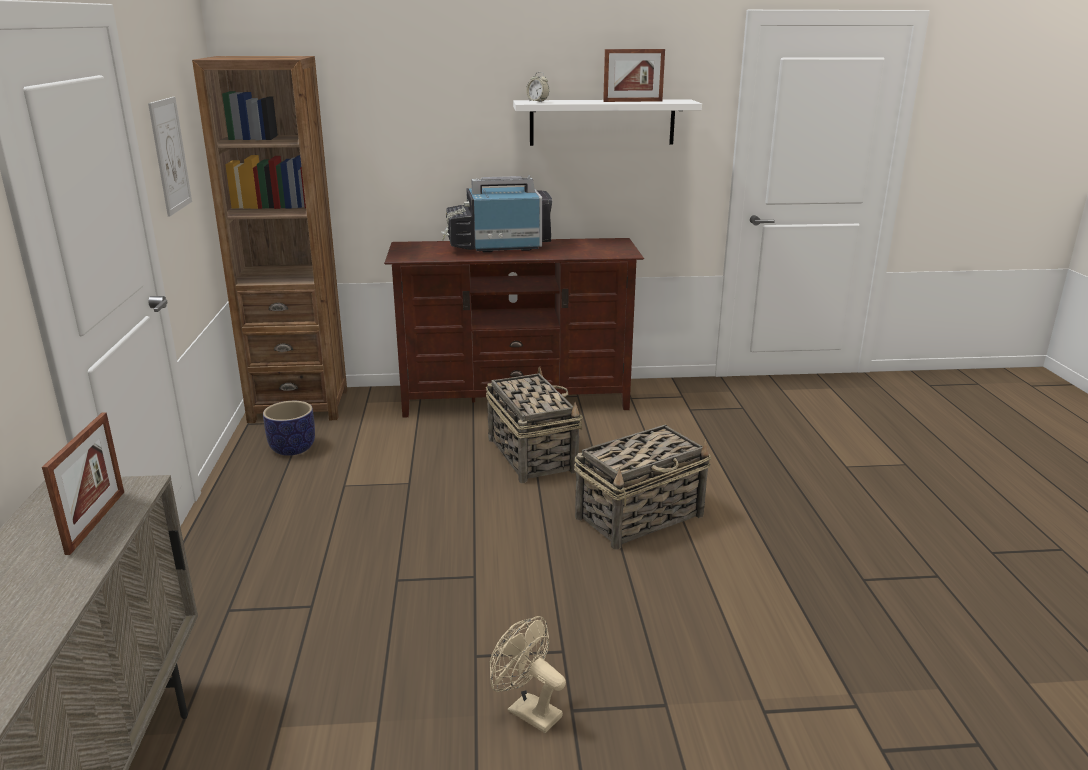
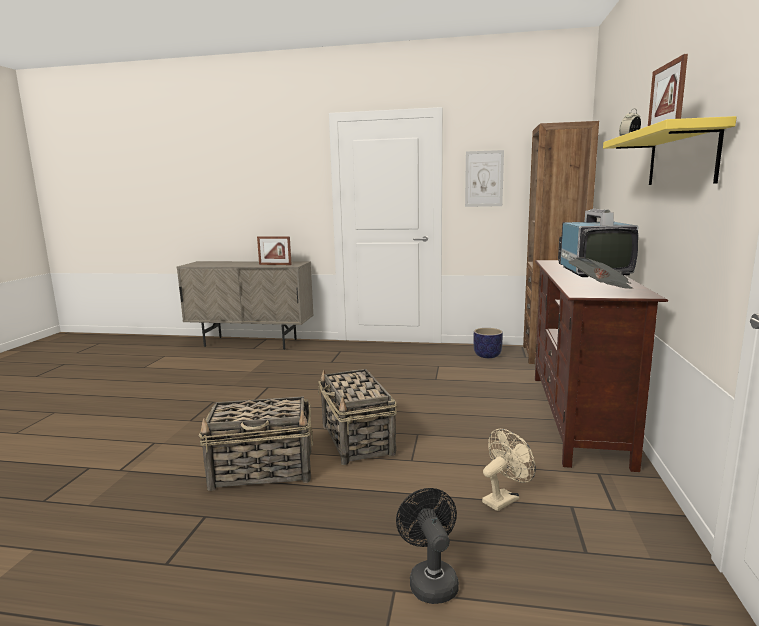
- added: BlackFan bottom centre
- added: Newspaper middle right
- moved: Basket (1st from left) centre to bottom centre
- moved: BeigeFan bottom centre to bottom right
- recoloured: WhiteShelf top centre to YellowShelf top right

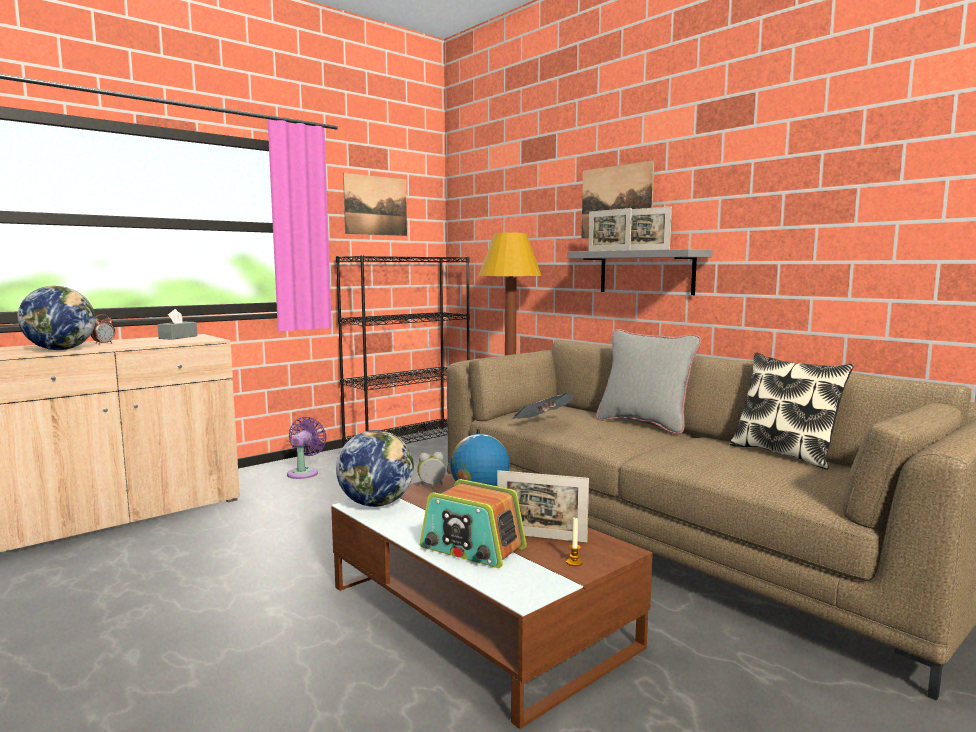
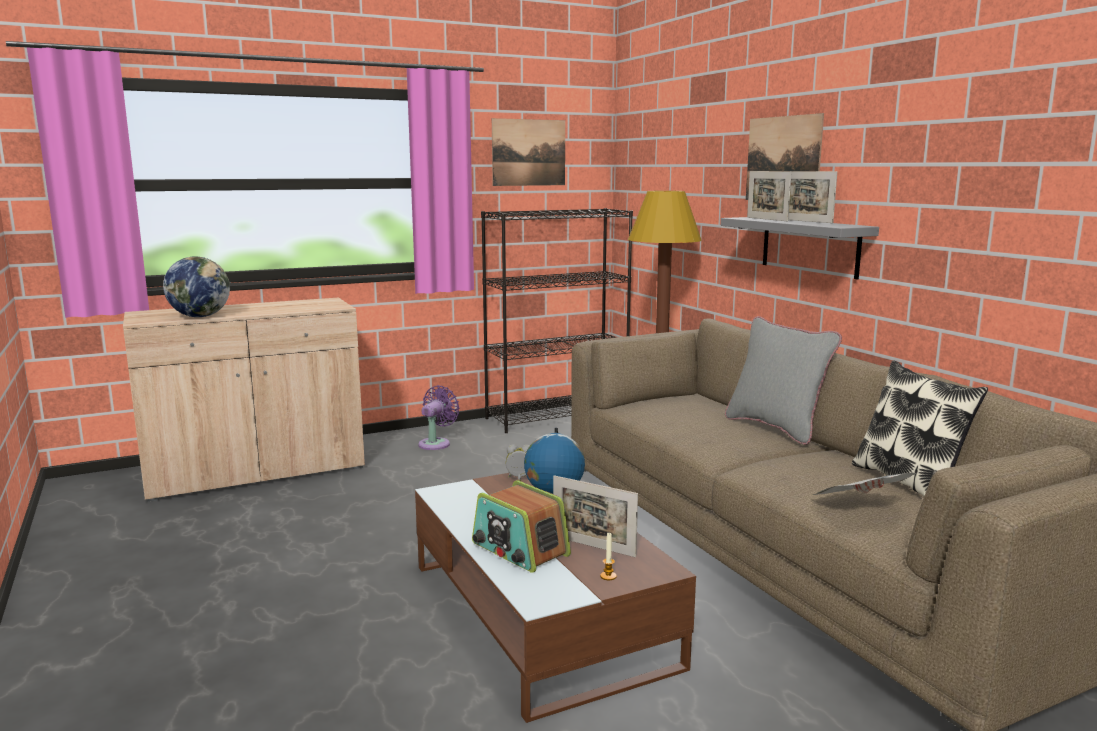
- removed: AlarmClock (1st from left) middle left
- removed: GreyTissueBox middle left
- removed: Globe (2nd from left) centre
- moved: Newspaper centre to middle right

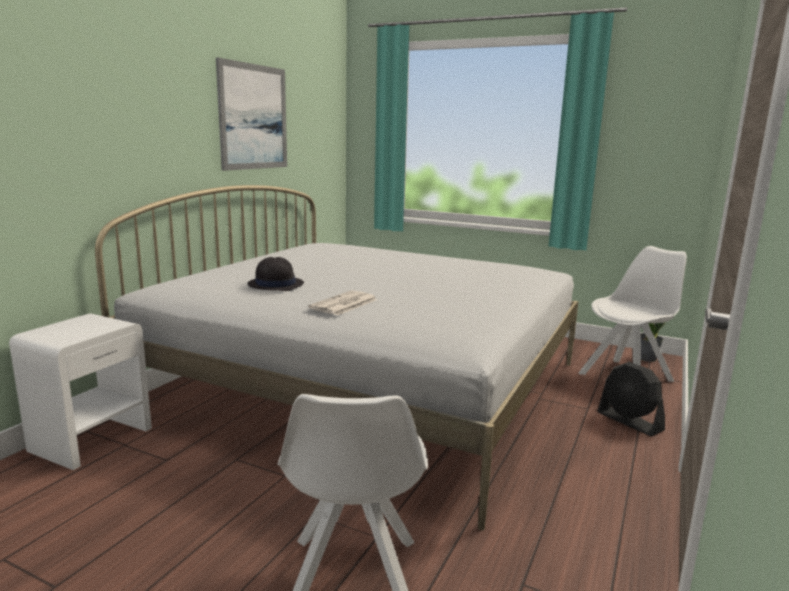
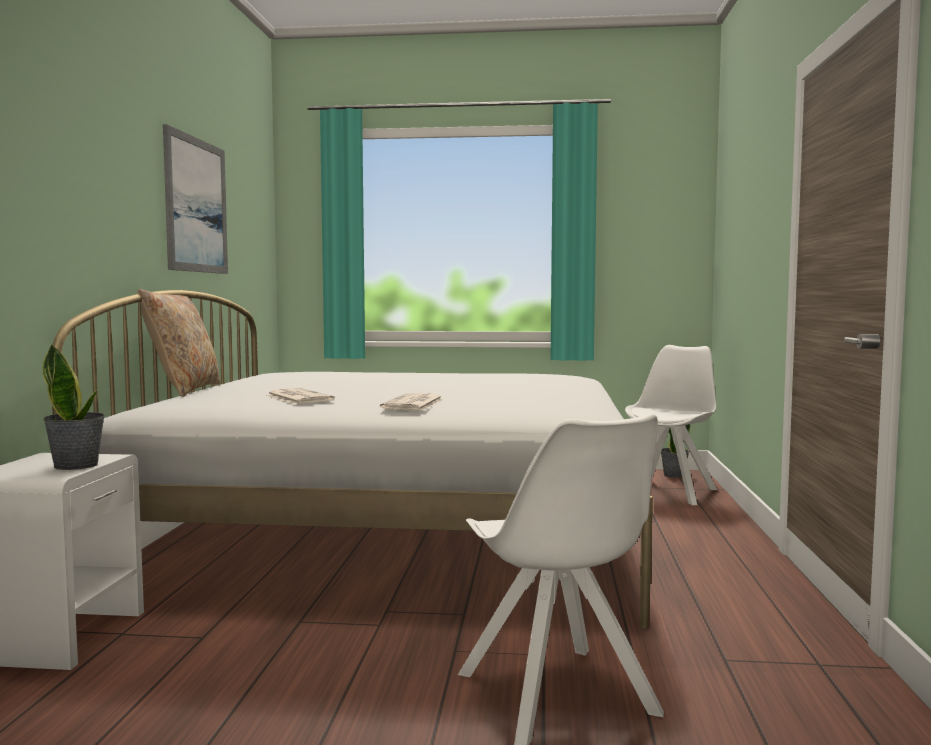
- removed: BlackFan bottom right
- added: PottedPlant (1st from left) middle left
- added: BeigePillow middle left
- replaced: BlackHat centre to Newspaper (1st from left) middle left

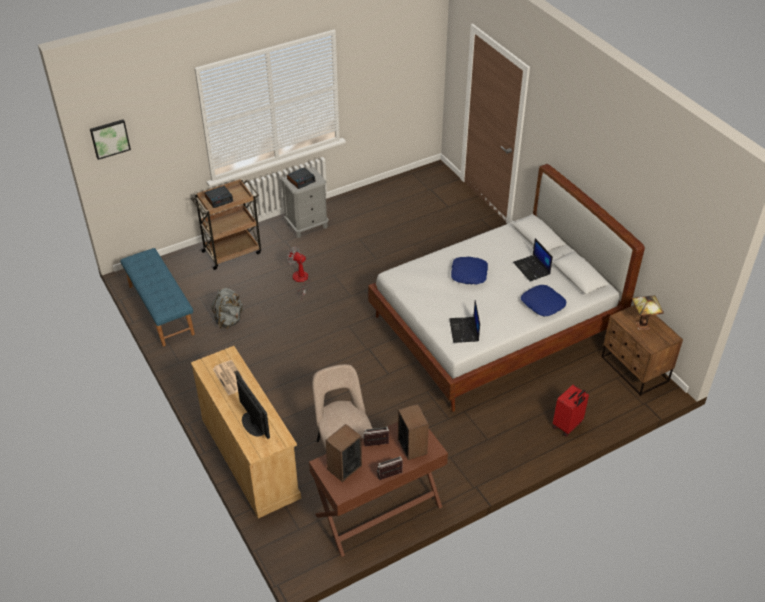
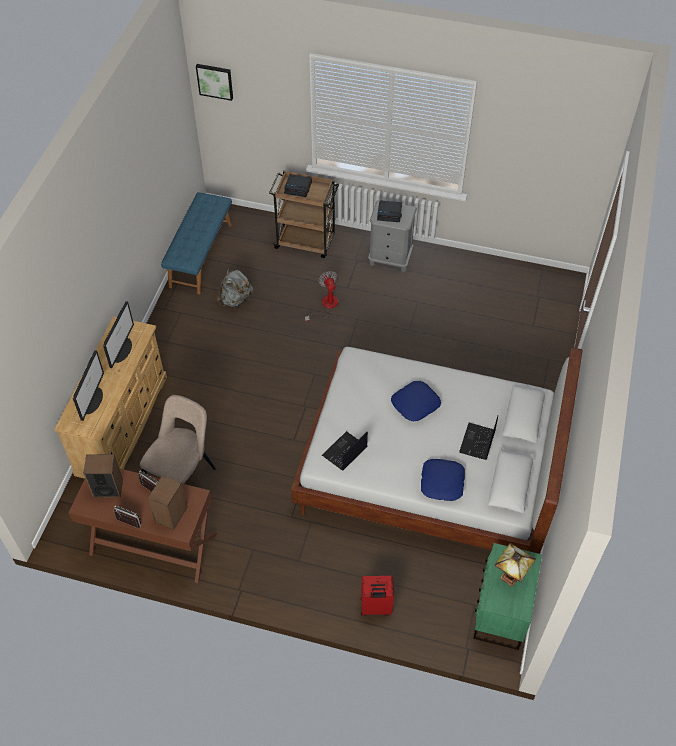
- replaced: Newspaper middle left to Monitor (2nd from left) middle left
- recoloured: BrownNightstand middle right to GreenNightstand bottom right

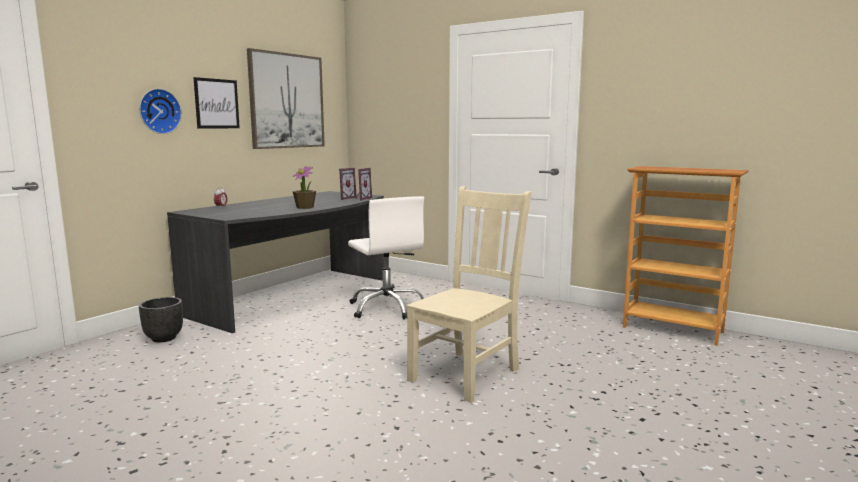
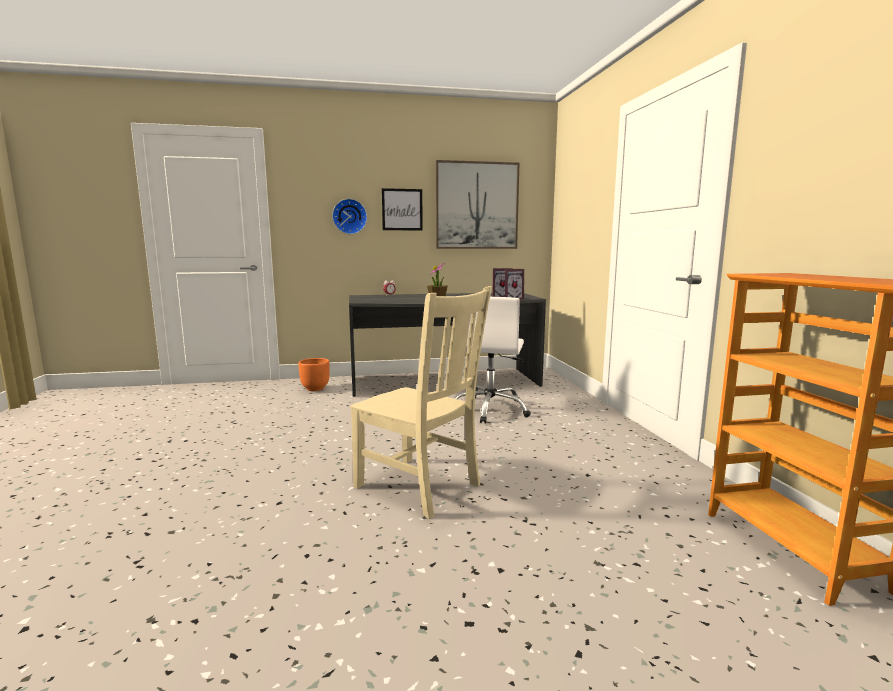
- recoloured: BlackPlanter middle left to OrangePlanter centre
- turned: BeigeChair centre = centre 45 degrees clockwise

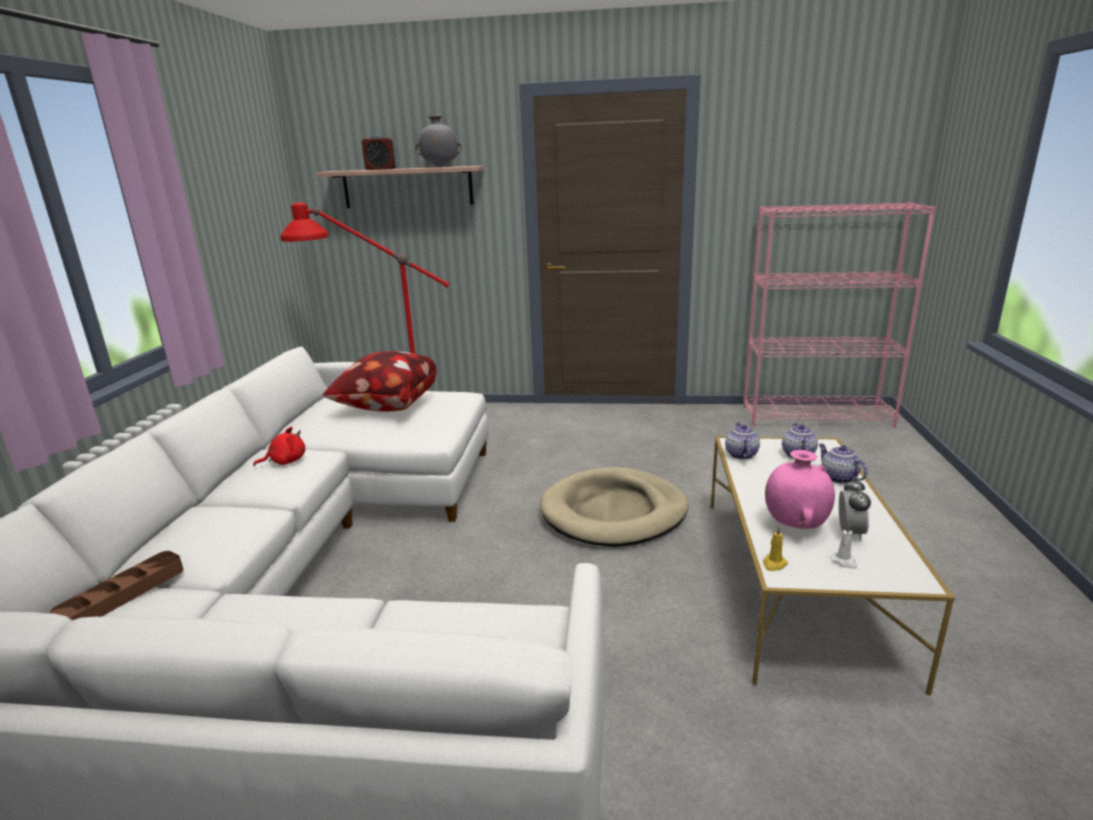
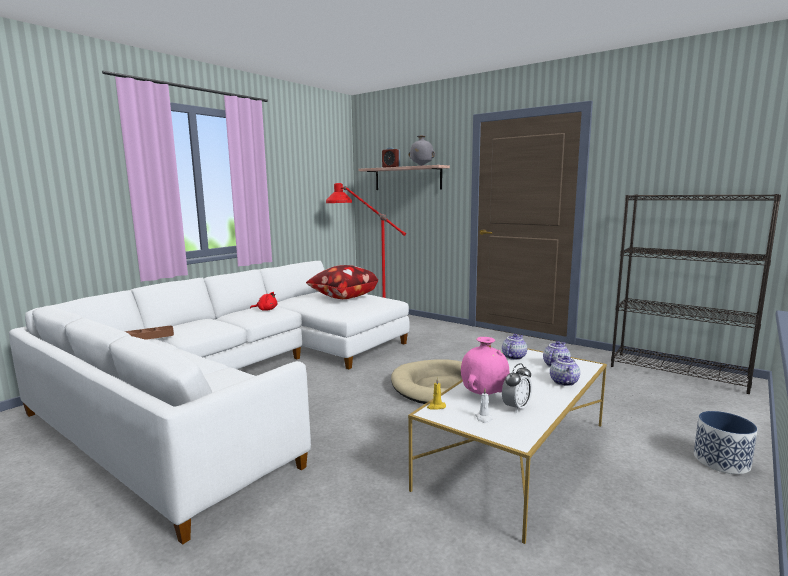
- added: Planter bottom right
- recoloured: PinkBookcase middle right to BlackBookcase middle right

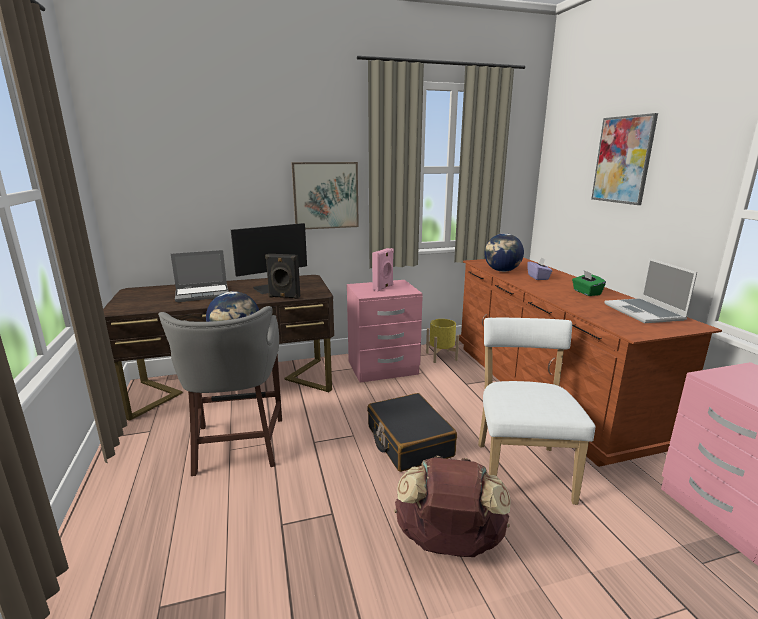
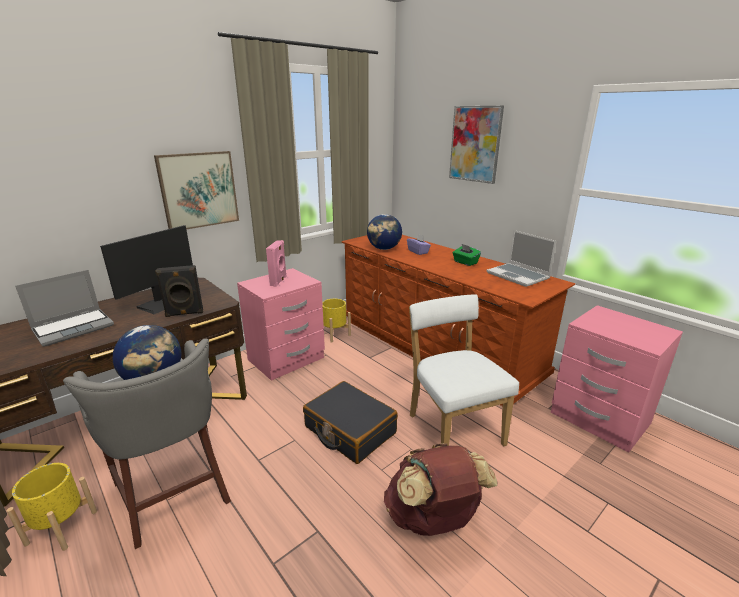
- added: YellowPlanter (1st from left) bottom left

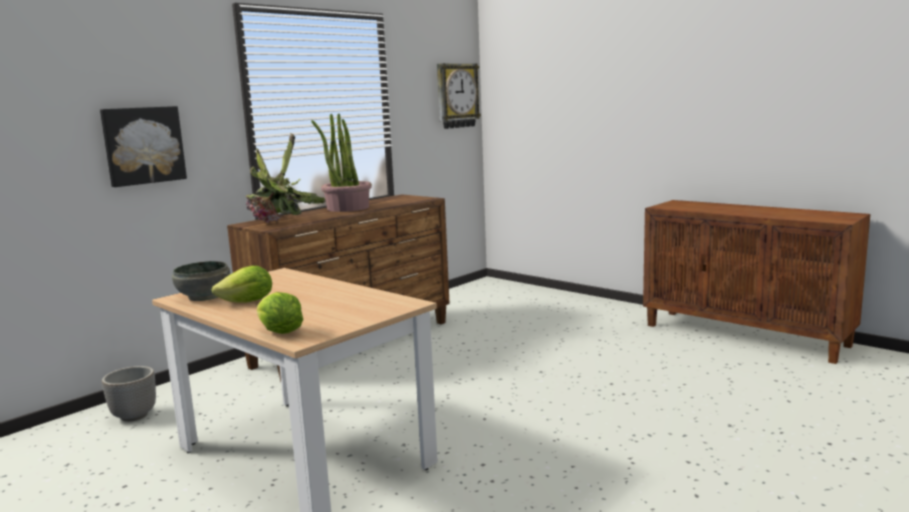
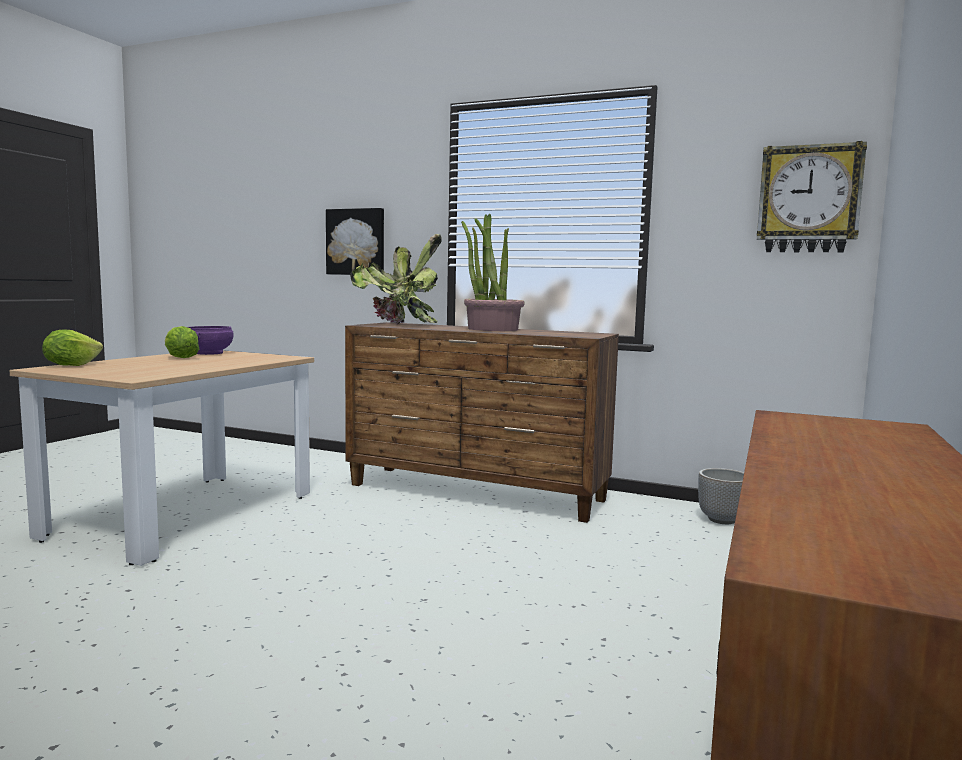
- moved: Planter bottom left to middle right
- recoloured: GreyBowl middle left to PurpleBowl middle left

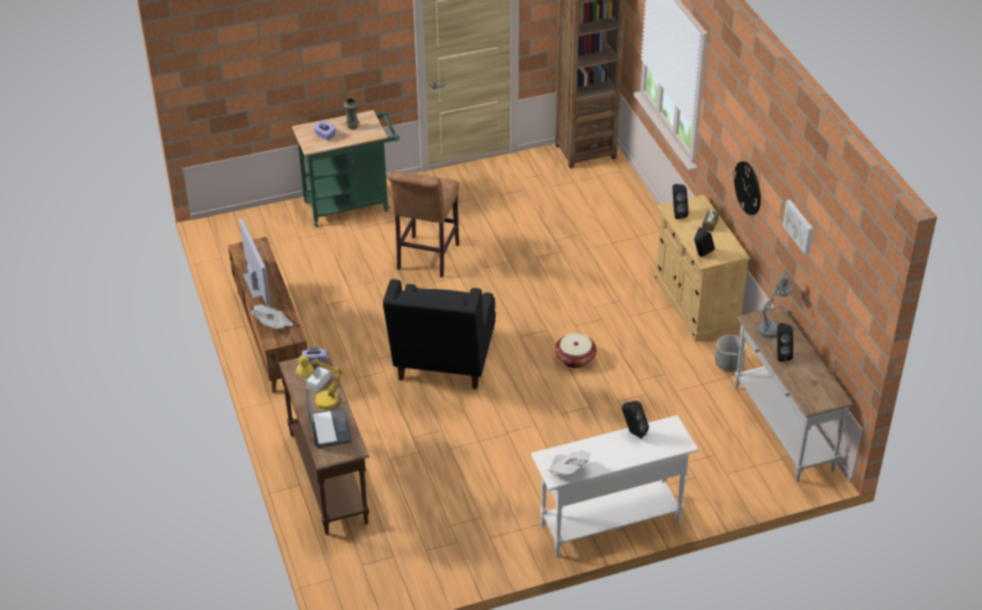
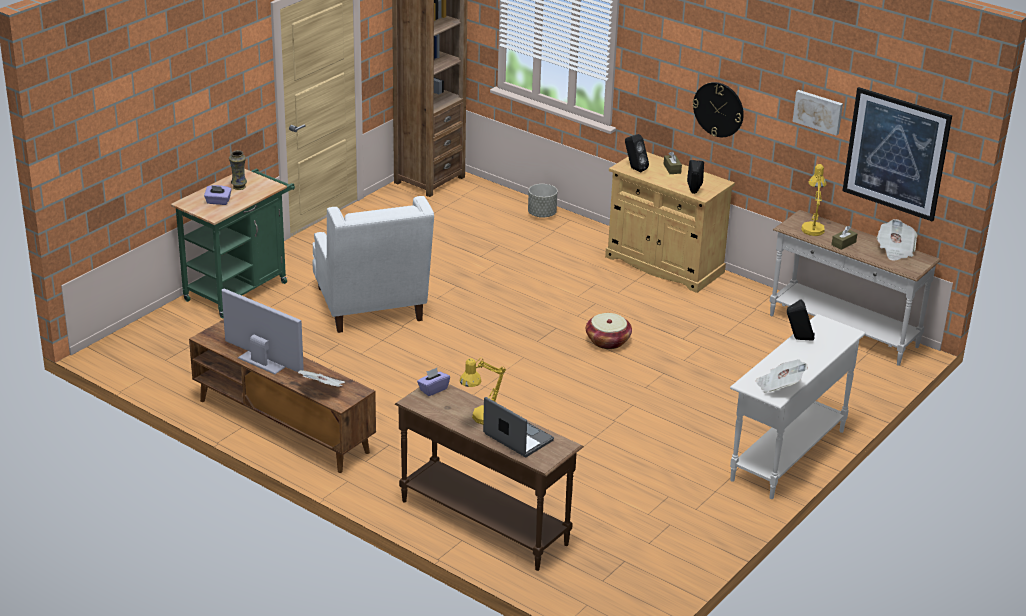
- removed: WhiteTissueBox middle left
- removed: BlackArmchair centre
- added: Picture (2nd from left) top right
- added: Newspaper (3rd from left) middle right
- moved: GreyPlanter middle right to top centre
- replaced: BrownStool centre to WhiteArmchair centre
- replaced: BlackSpeaker (4th from left) middle right to BrownTissueBox (2nd from left) middle right
- recoloured: GreyTableLamp middle right to YellowTableLamp (2nd from left) top right

